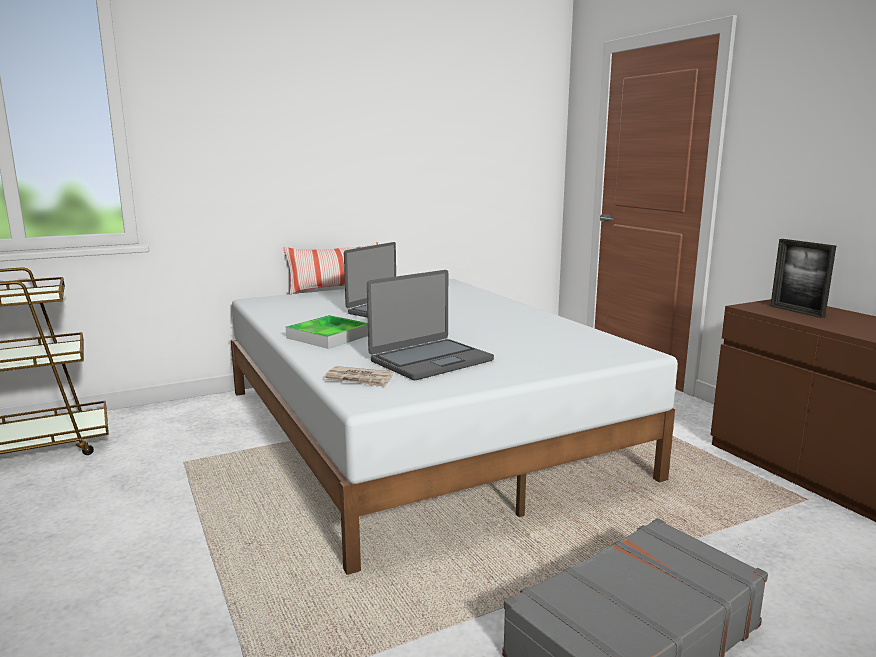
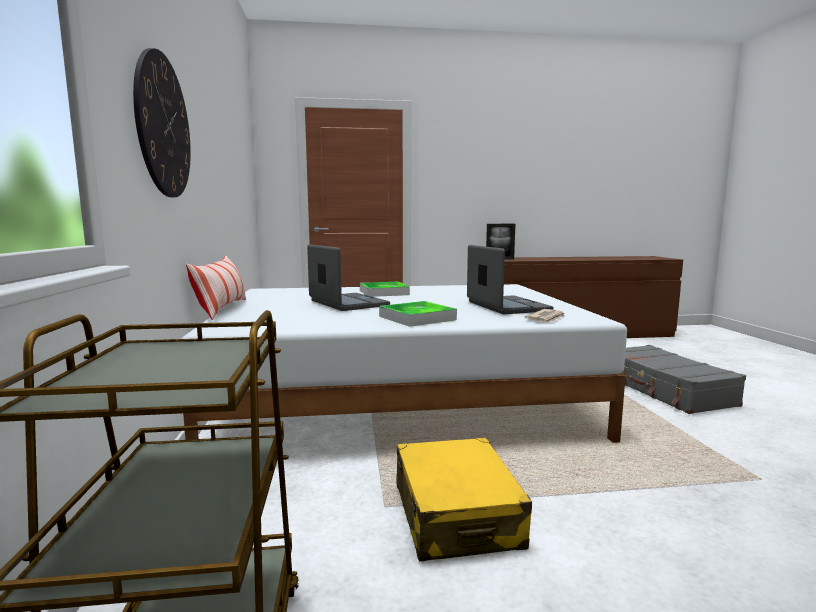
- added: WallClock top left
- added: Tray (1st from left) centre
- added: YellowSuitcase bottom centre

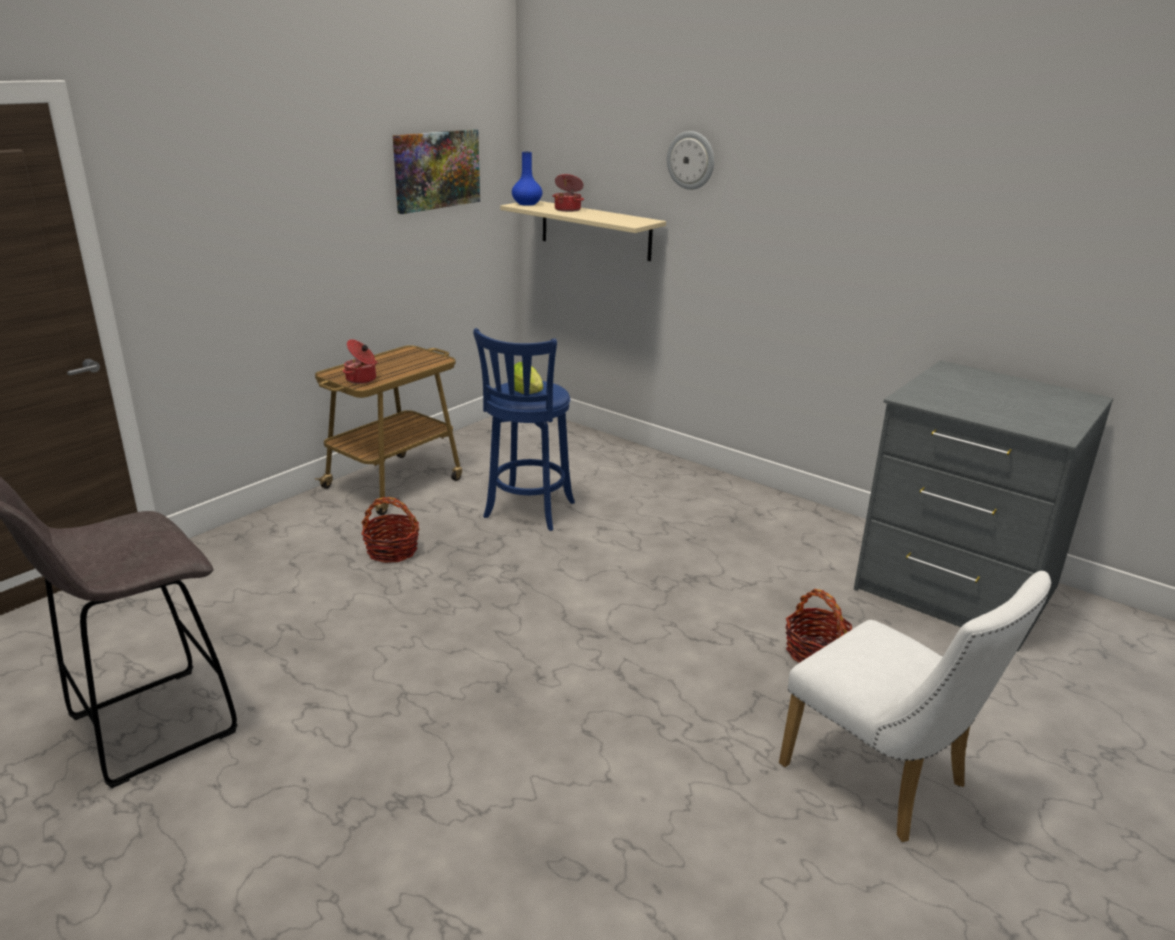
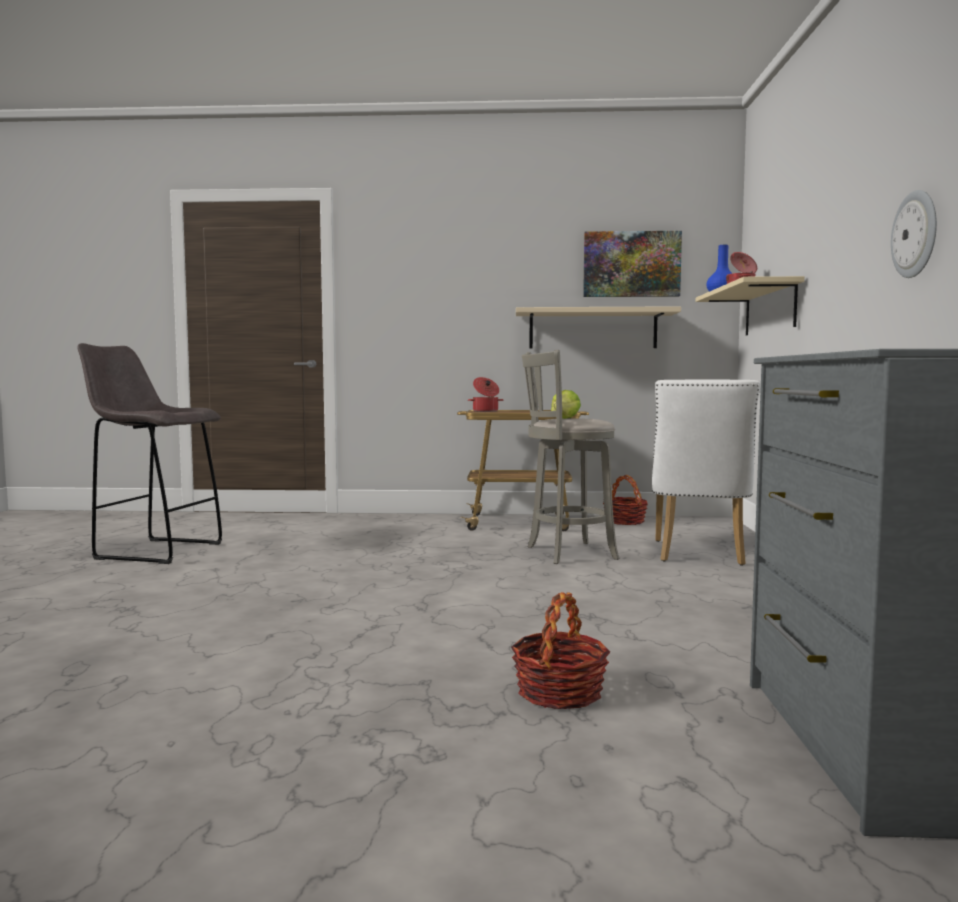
- added: BeigeShelf (1st from left) centre
- moved: Basket (1st from left in the first image) middle left to Basket (2nd from left) centre
- moved: WallClock top centre to top right
- moved: WhiteChair bottom right to middle right
- recoloured: BlueStool centre to GreyStool (2nd from left) centre

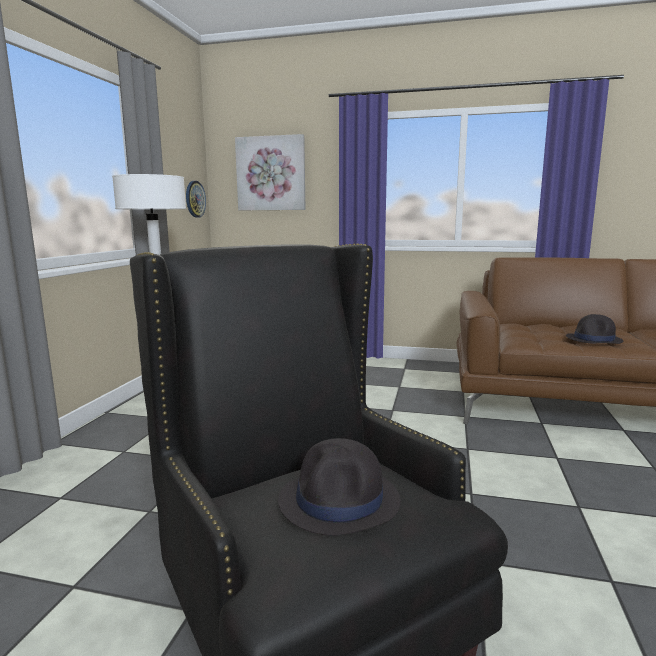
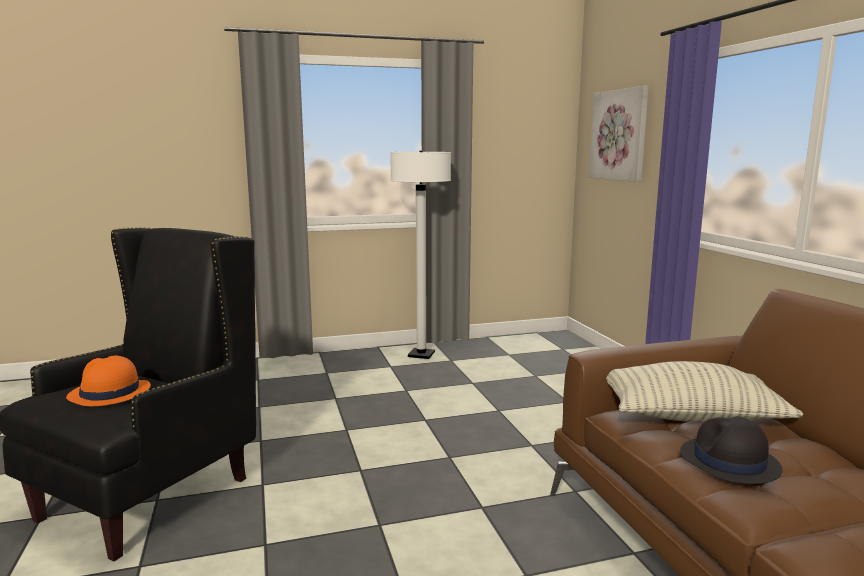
- removed: WallClock top left
- added: Pillow bottom right
- recoloured: BlackHat (1st from left) bottom centre to OrangeHat middle left

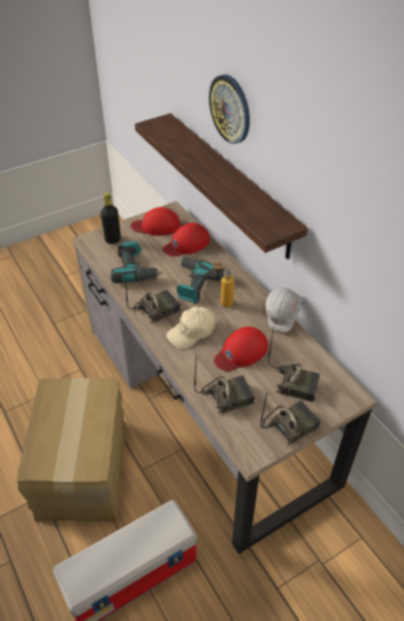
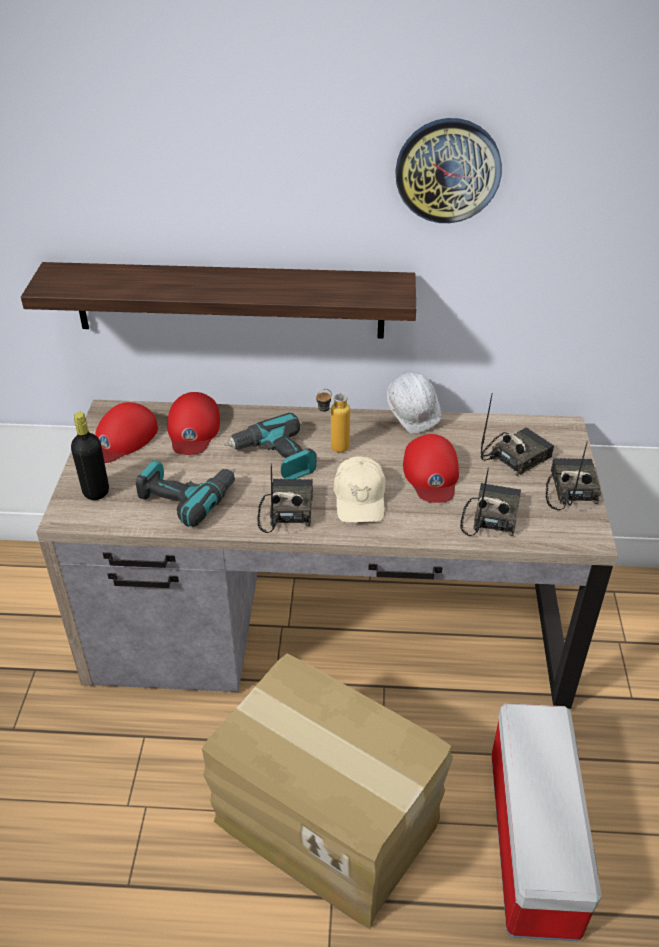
- moved: WallClock top centre to top right

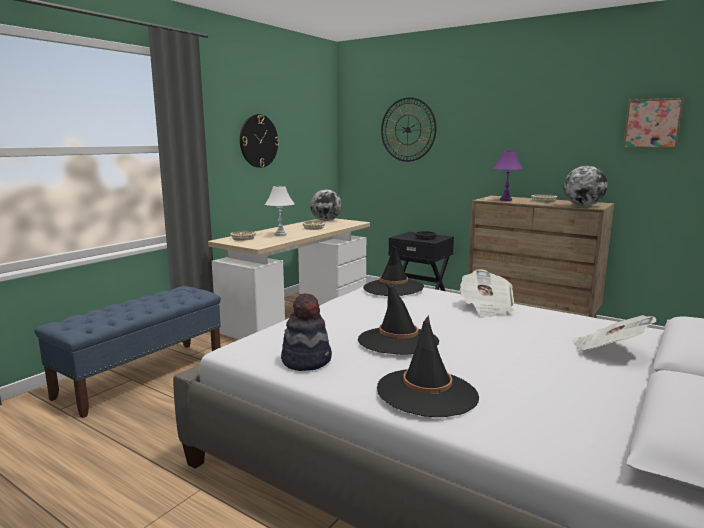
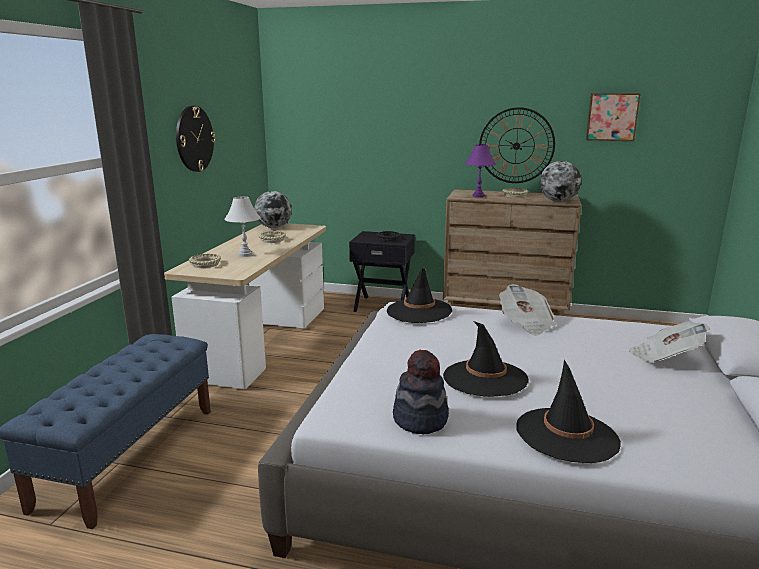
- moved: WallClock (2nd from left) top centre to top right

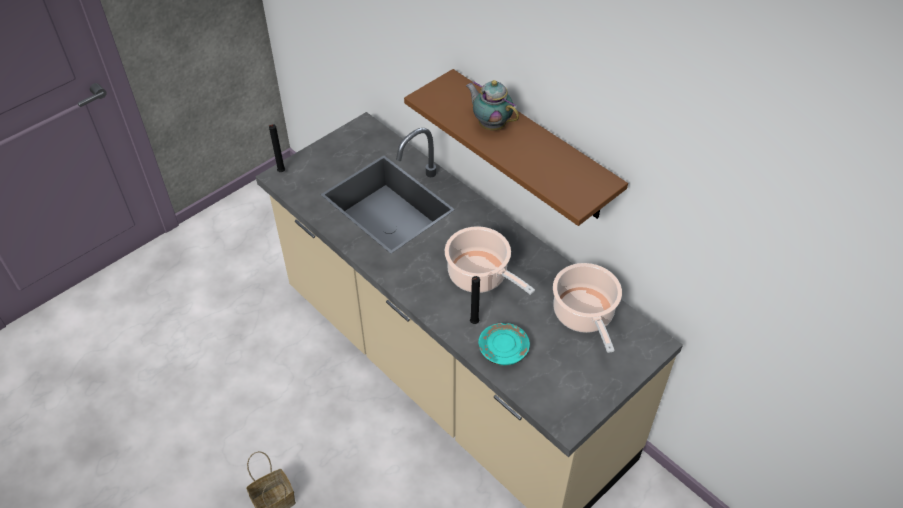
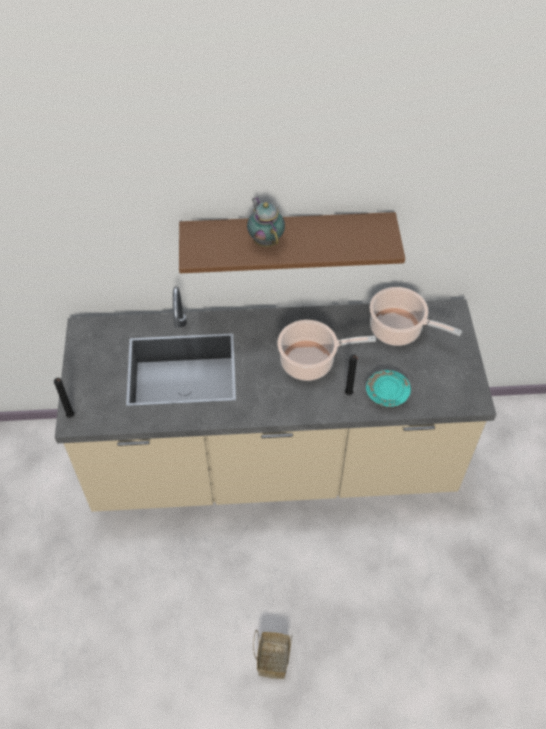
- turned: Teapot top centre = top centre 75 degrees clockwise

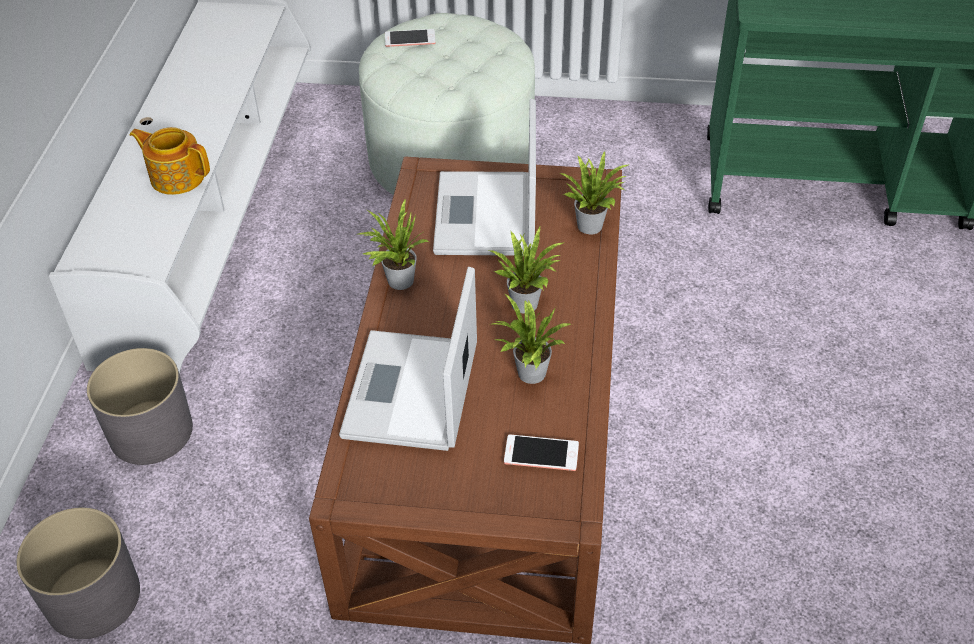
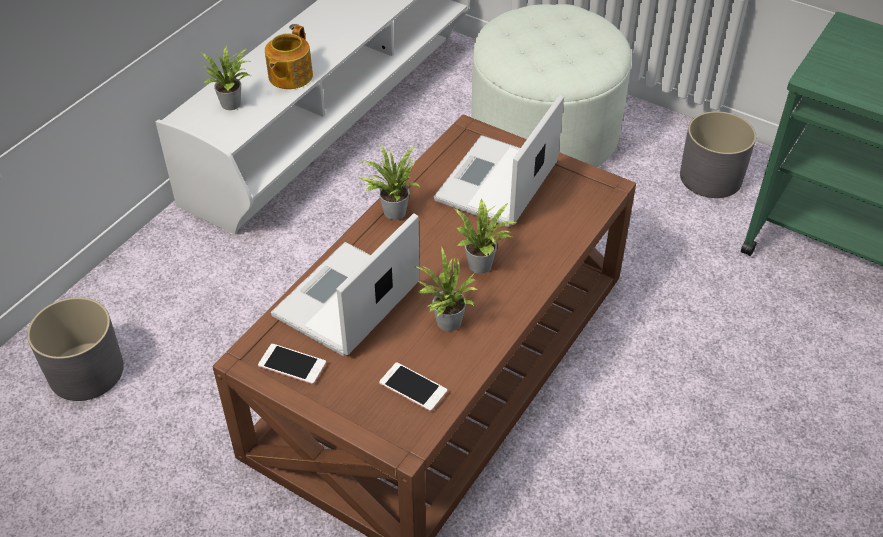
- moved: GreyPlanter (2nd from left) middle left to top right
- moved: Phone (1st from left) top centre to bottom left
- moved: PottedPlant (4th from left in the first image) top centre to PottedPlant (1st from left) top left
- turned: Teapot top left = top left 120 degrees counterclockwise

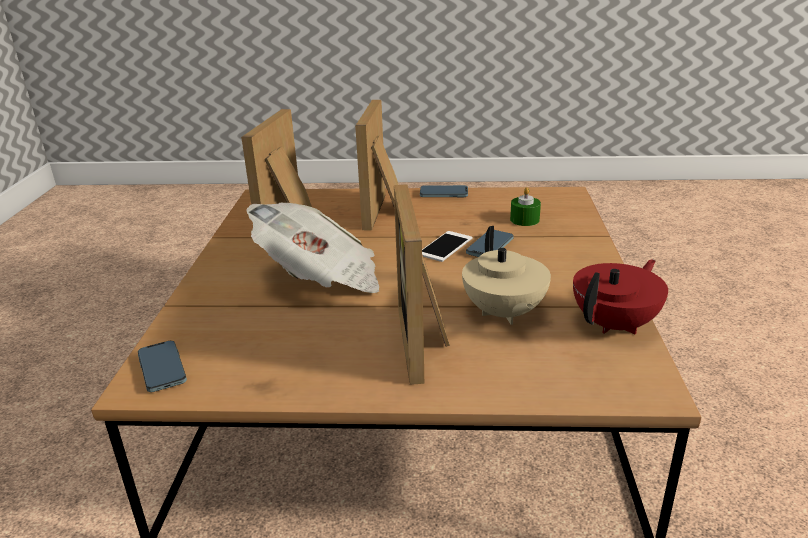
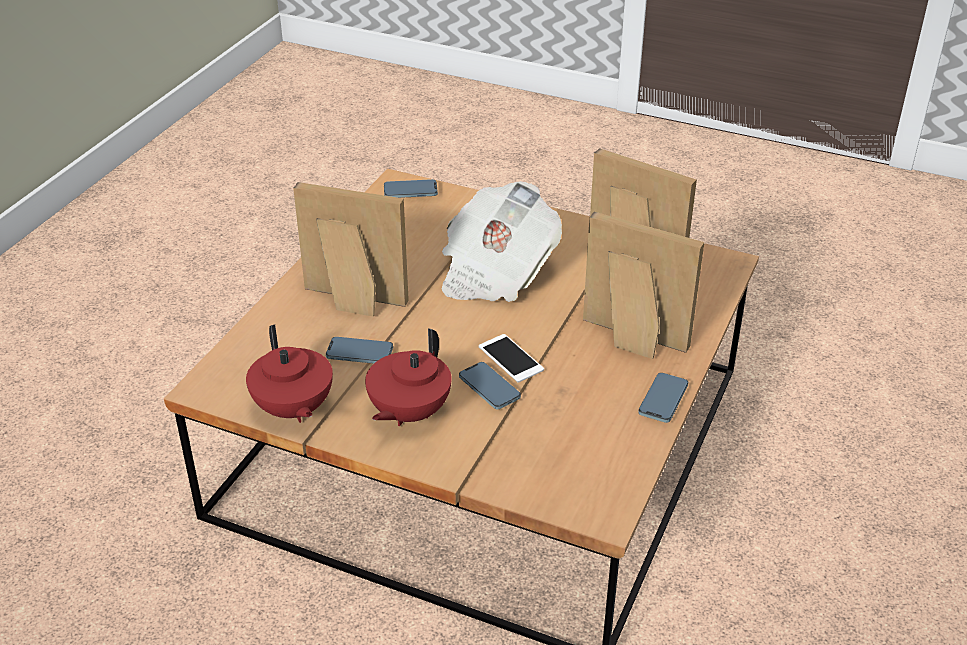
- removed: GreenCandle centre
- added: RedTeapot (2nd from left) centre
- replaced: BeigeTeapot centre to Phone (1st from left) centre

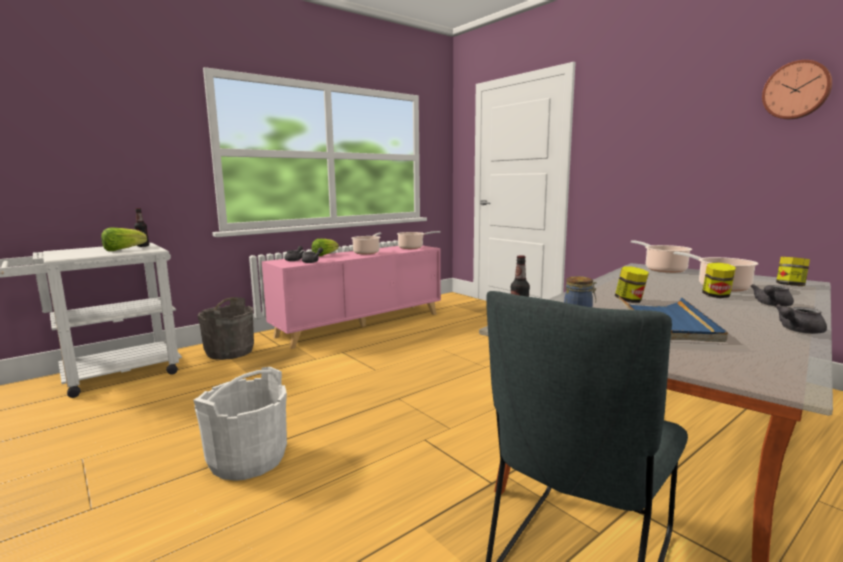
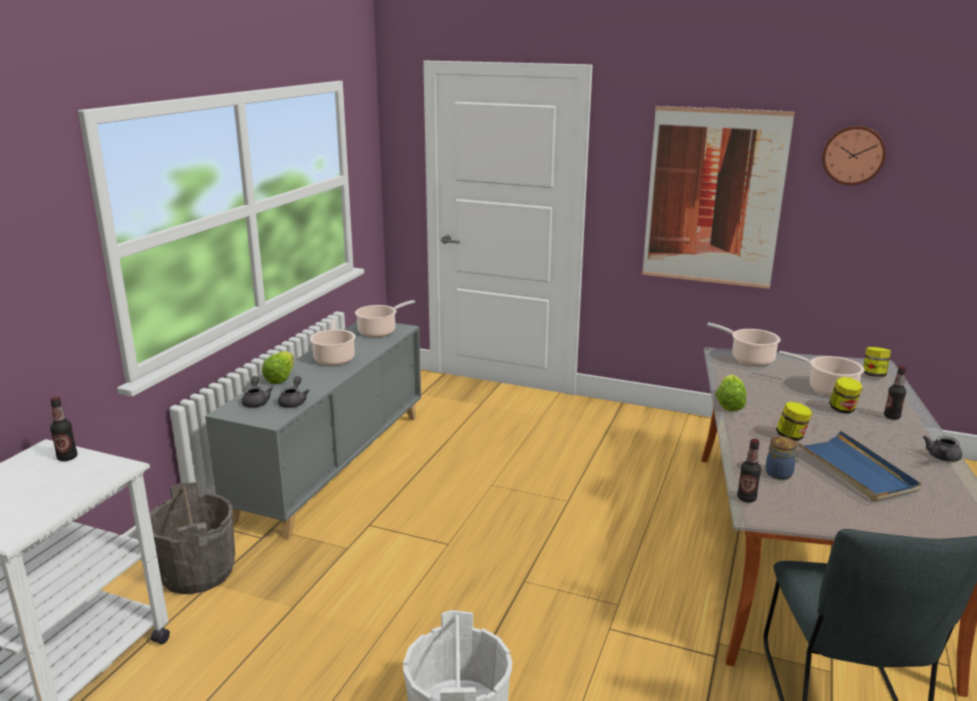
- added: Picture top right
- moved: Lettuce (1st from left in the first image) middle left to Lettuce (2nd from left) middle right
- replaced: GreyTeapot (3rd from left) middle right to Bottle (3rd from left) middle right
- recoloured: PinkCabinet centre to GreyCabinet middle left

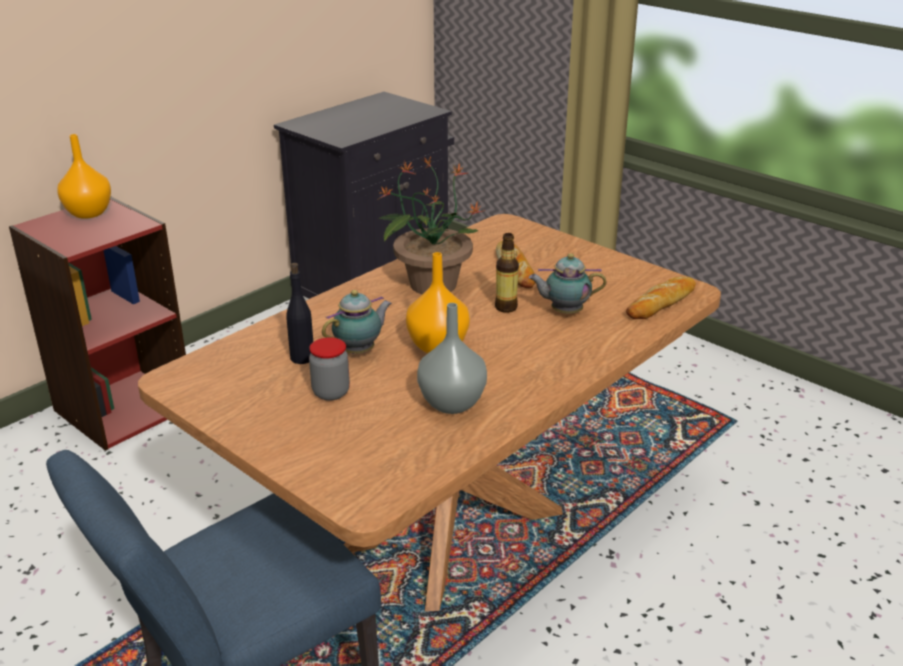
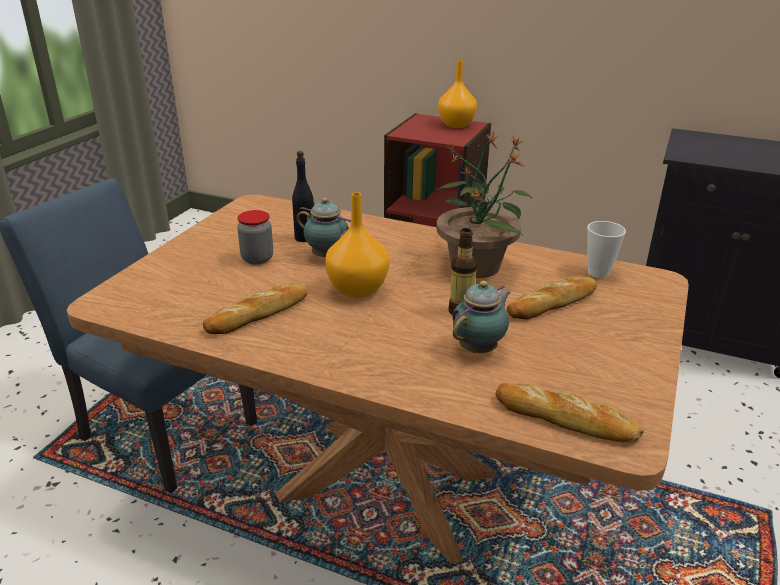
- added: Cup middle right
- replaced: GreyVase centre to Bread (1st from left) middle left
- turned: Teapot (2nd from left) centre = centre 60 degrees clockwise

